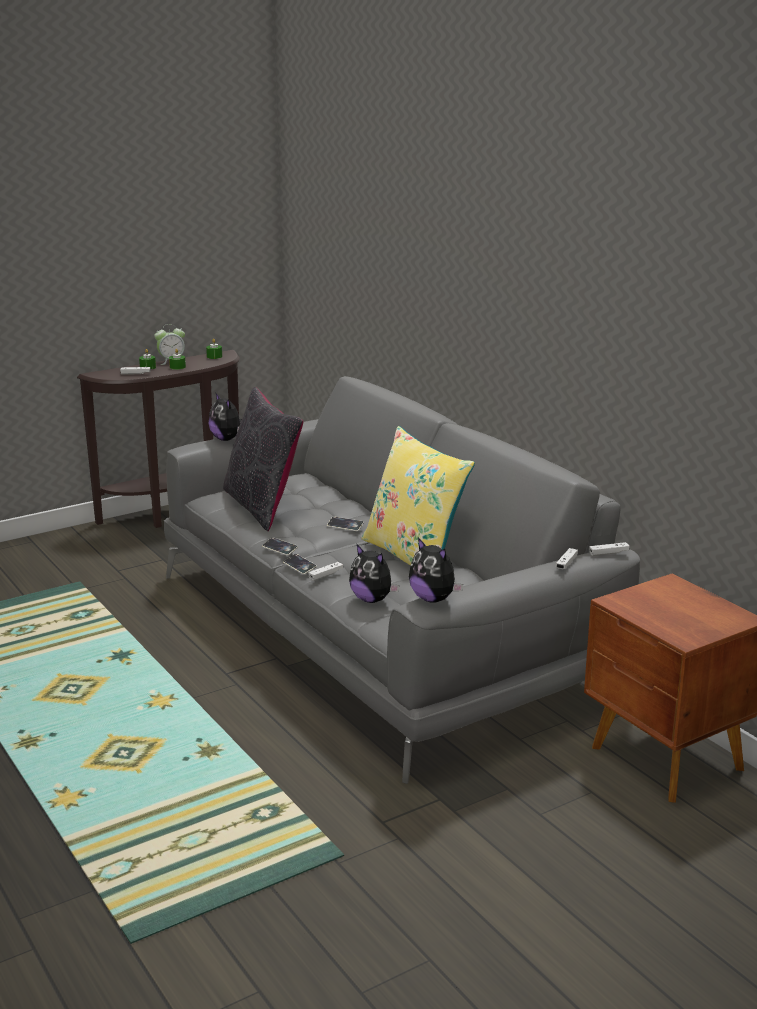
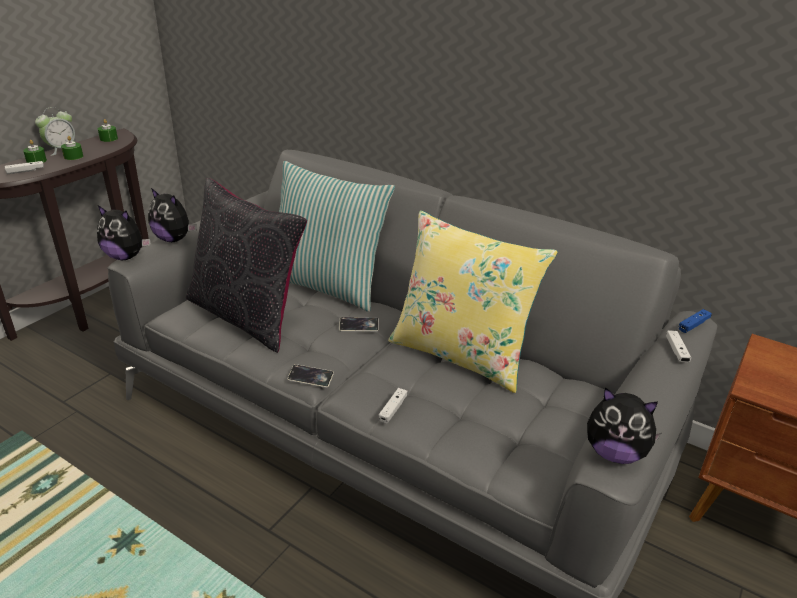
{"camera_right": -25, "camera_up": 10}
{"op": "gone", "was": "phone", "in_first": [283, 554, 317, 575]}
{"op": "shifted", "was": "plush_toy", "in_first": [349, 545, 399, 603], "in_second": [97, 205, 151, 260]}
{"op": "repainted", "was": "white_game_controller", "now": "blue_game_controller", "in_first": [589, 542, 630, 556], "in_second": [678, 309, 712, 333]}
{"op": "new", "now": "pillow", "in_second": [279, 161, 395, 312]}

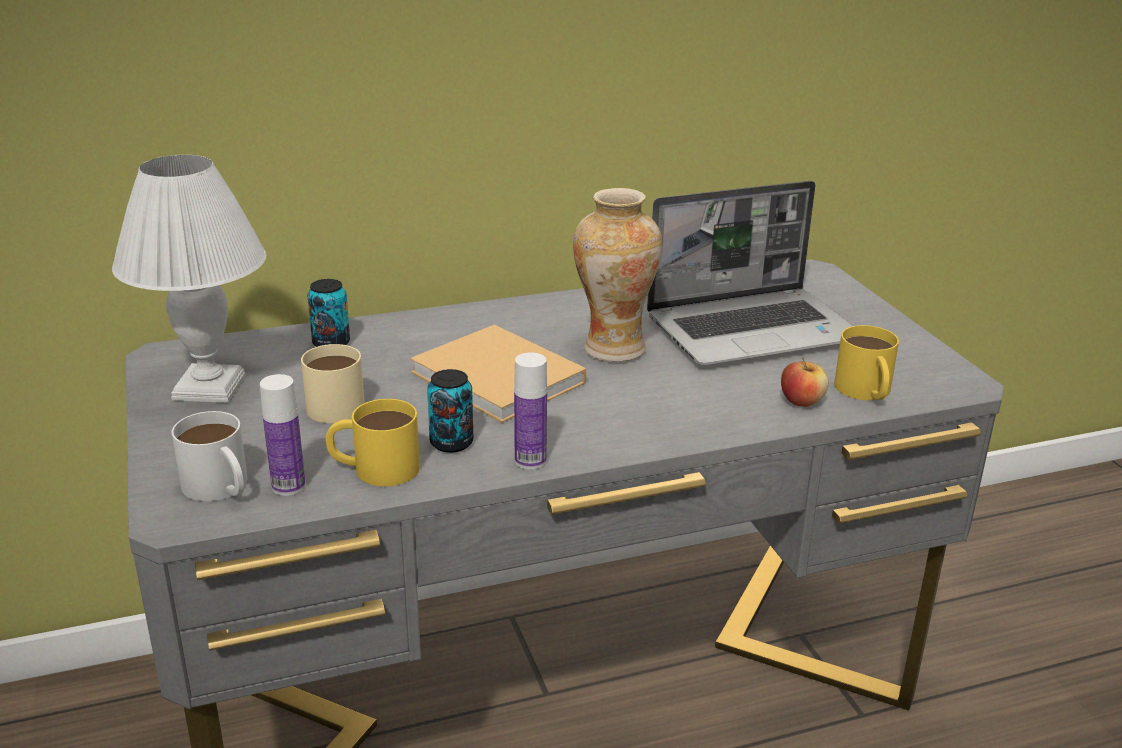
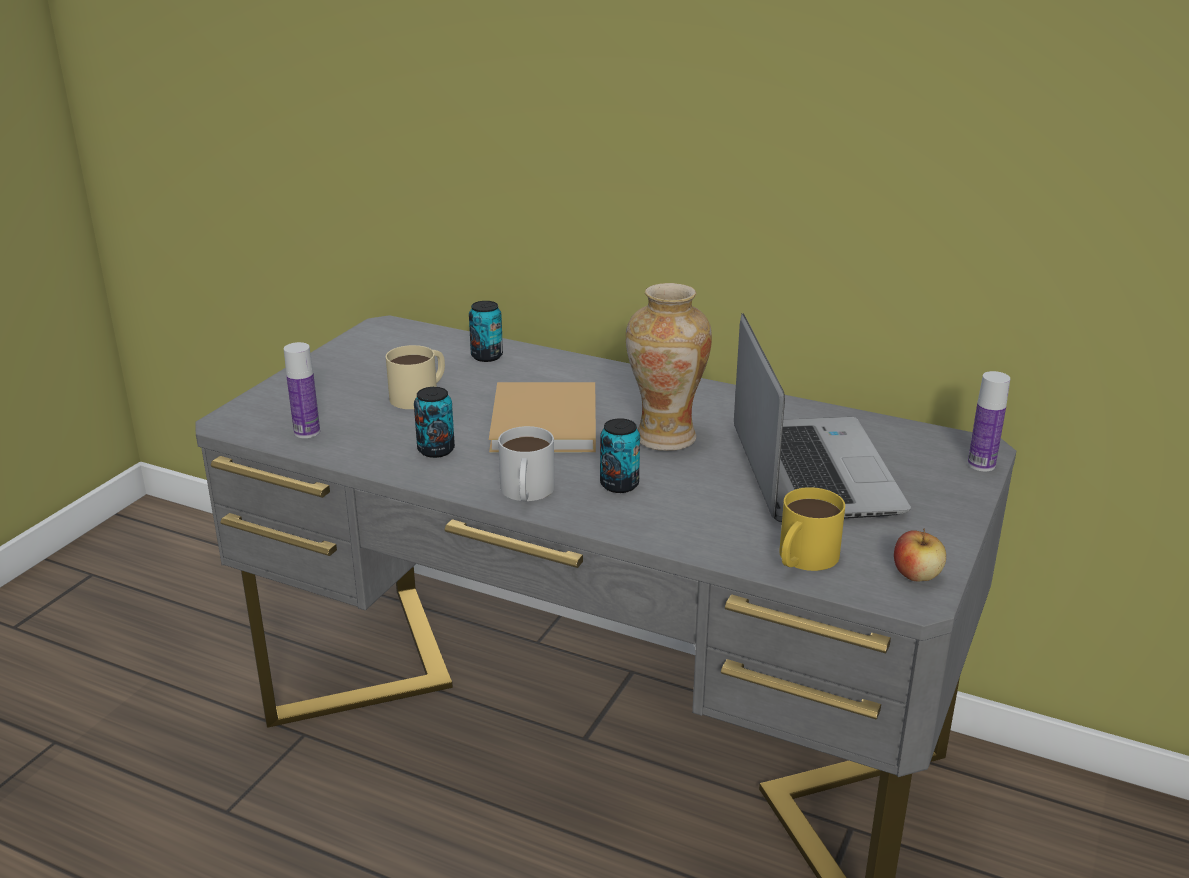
{"camera_right": 45, "camera_up": 0}
{"op": "gone", "was": "white_table_lamp", "in_first": [112, 155, 266, 403]}
{"op": "shifted", "was": "white_mug", "in_first": [172, 411, 248, 501], "in_second": [498, 426, 555, 501]}
{"op": "gone", "was": "yellow_mug", "in_first": [326, 399, 420, 486]}
{"op": "shifted", "was": "bottle", "in_first": [514, 353, 547, 470], "in_second": [968, 371, 1010, 472]}
{"op": "rotated", "was": "laptop", "in_first": [647, 181, 853, 365], "in_second": [734, 313, 911, 522], "clockwise": -120}
{"op": "shifted", "was": "apple", "in_first": [781, 357, 829, 407], "in_second": [894, 529, 946, 581]}
{"op": "new", "now": "can", "in_second": [600, 418, 640, 493]}

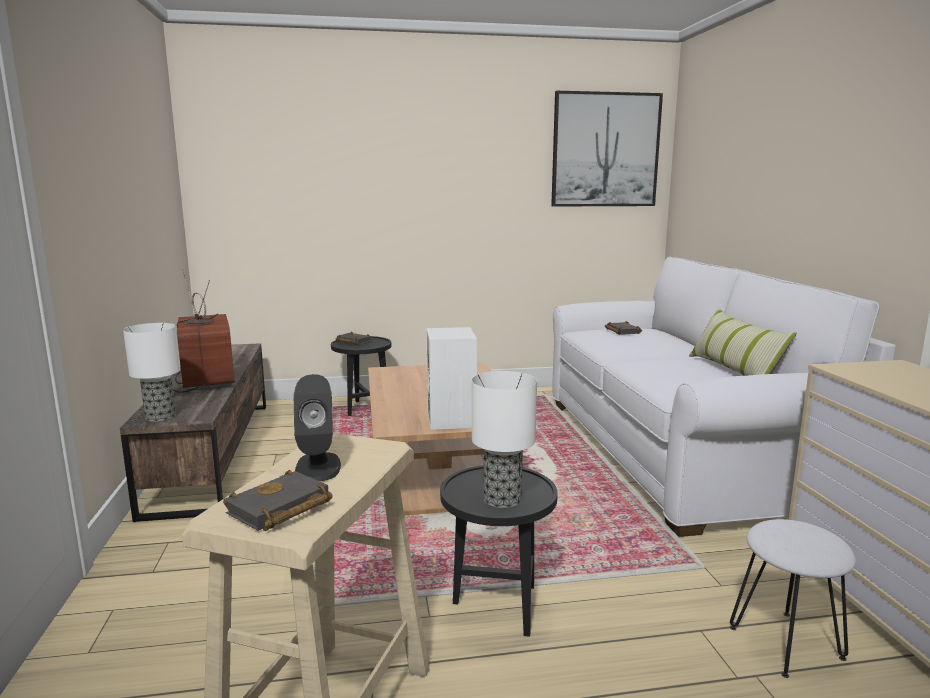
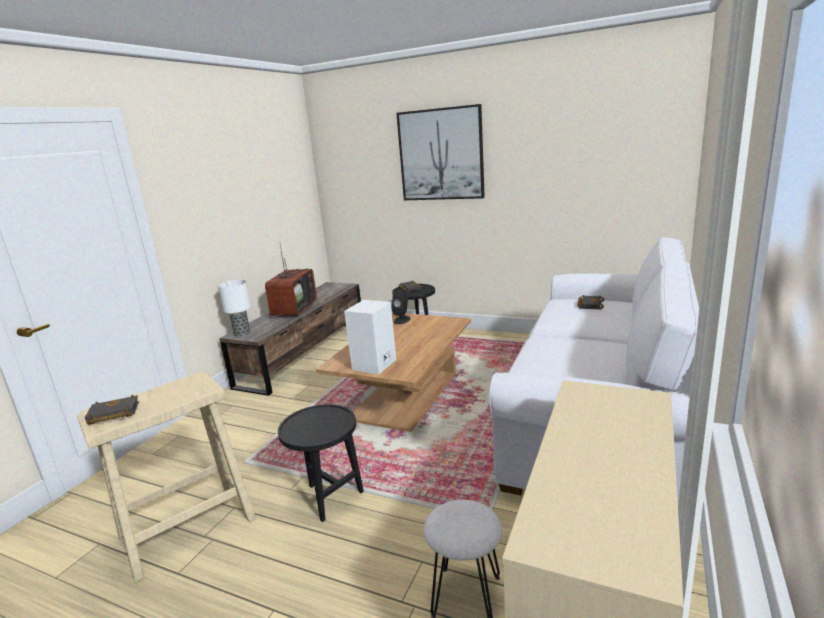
{"camera_right": 35, "camera_up": 5}
{"op": "shifted", "was": "black_speaker", "in_first": [293, 374, 341, 481], "in_second": [392, 290, 411, 324]}
{"op": "gone", "was": "table_lamp", "in_first": [472, 371, 537, 509]}
{"op": "shifted", "was": "picture", "in_first": [551, 91, 663, 207], "in_second": [396, 104, 485, 200]}
{"op": "gone", "was": "pillow", "in_first": [689, 308, 797, 376]}

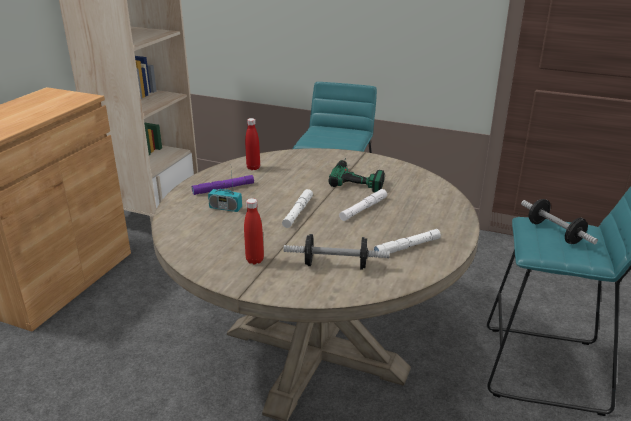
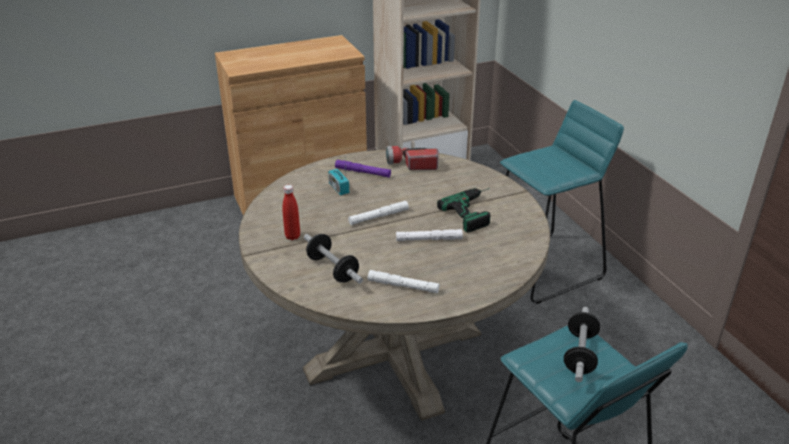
{"camera_right": 45, "camera_up": 5}
{"op": "swapped", "was": "red_bottle", "now": "flashlight", "in_first": [245, 118, 260, 170], "in_second": [386, 146, 438, 170]}

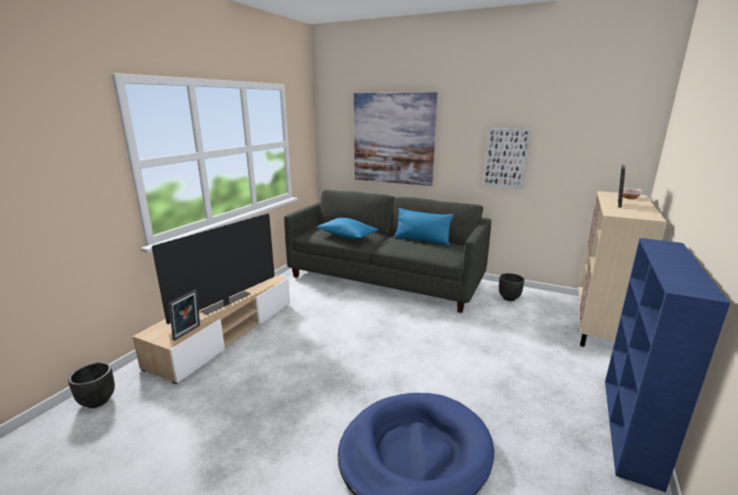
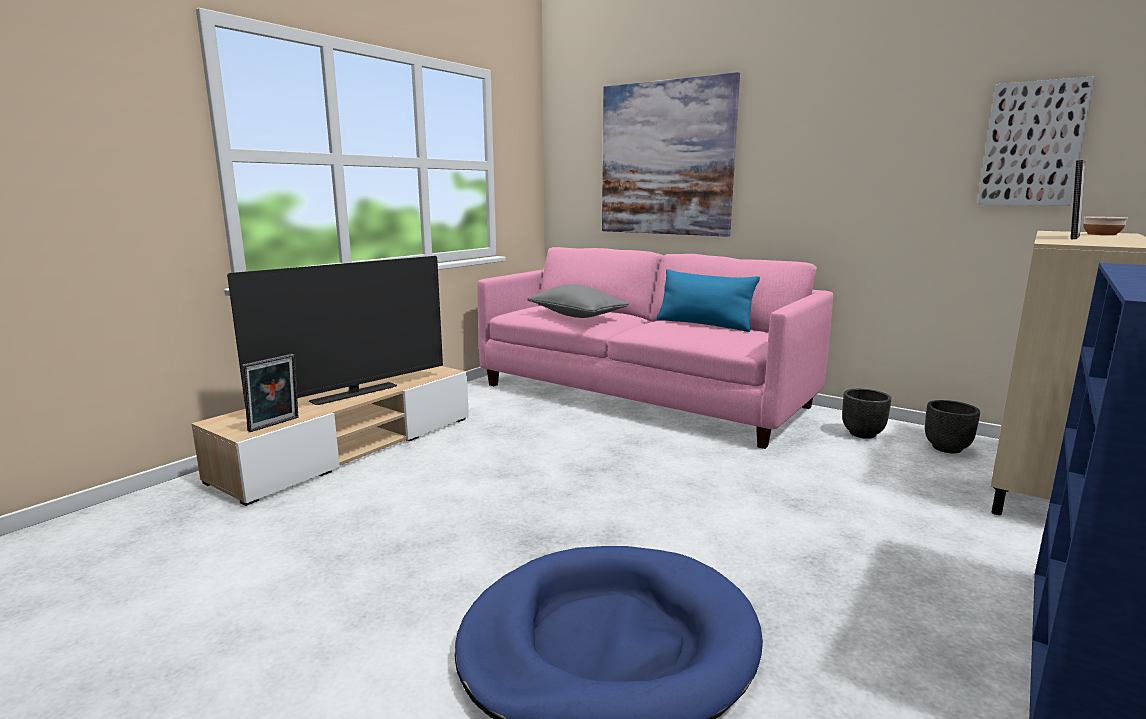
{"camera_right": 10, "camera_up": -5}
{"op": "shifted", "was": "black_planter", "in_first": [68, 362, 115, 408], "in_second": [925, 400, 980, 453]}
{"op": "repainted", "was": "grey_sofa", "now": "pink_sofa", "in_first": [284, 190, 491, 313], "in_second": [477, 247, 833, 449]}
{"op": "repainted", "was": "blue_pillow", "now": "grey_pillow", "in_first": [316, 218, 378, 239], "in_second": [527, 284, 629, 318]}
{"op": "shifted", "was": "picture", "in_first": [484, 128, 530, 189], "in_second": [977, 76, 1096, 206]}

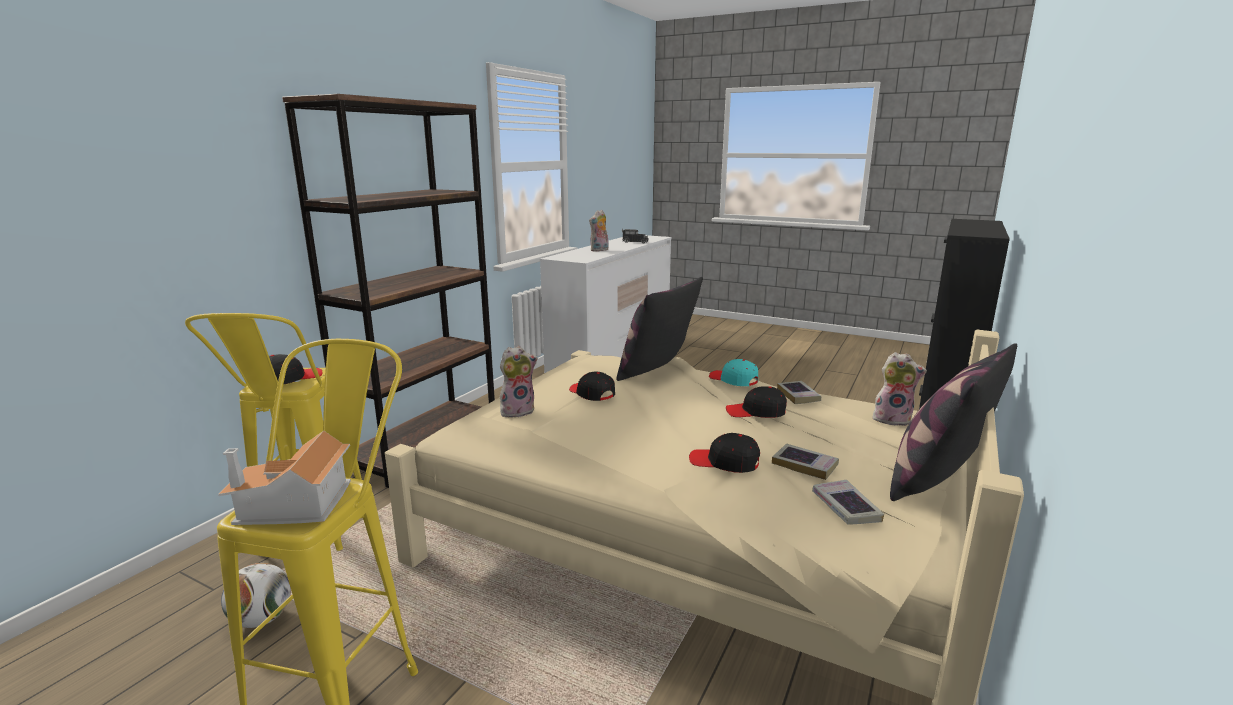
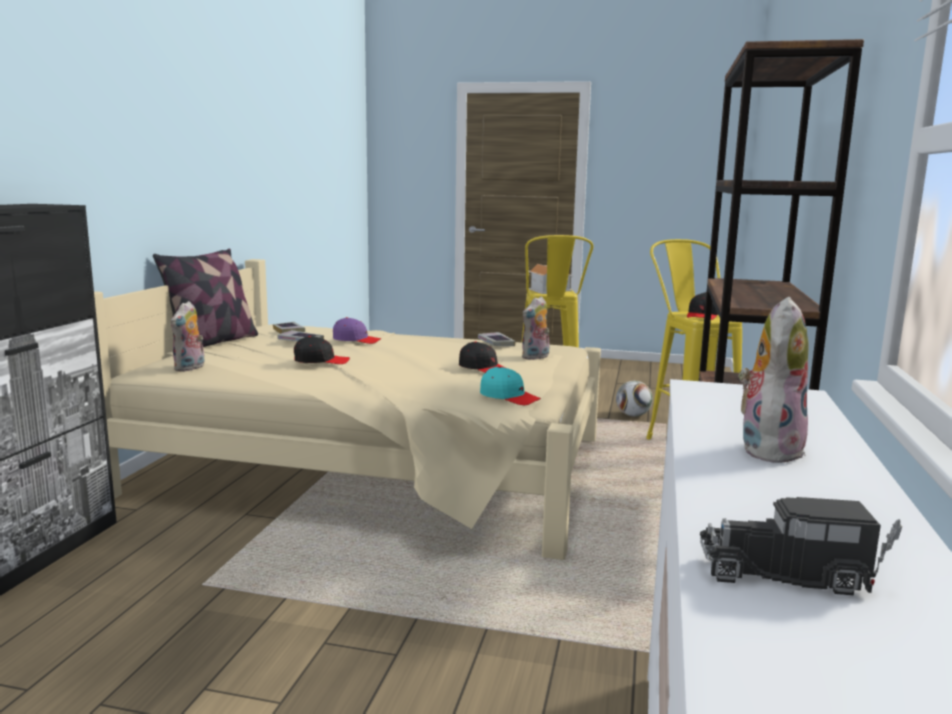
{"camera_right": 165, "camera_up": -5}
{"op": "gone", "was": "pillow", "in_first": [616, 277, 703, 381]}
{"op": "repainted", "was": "black_cap", "now": "purple_cap", "in_first": [689, 433, 760, 473], "in_second": [333, 317, 381, 344]}
{"op": "shifted", "was": "turquoise_cap", "in_first": [709, 359, 758, 386], "in_second": [480, 366, 541, 405]}
{"op": "shifted", "was": "book", "in_first": [777, 381, 821, 404], "in_second": [478, 332, 516, 346]}
{"op": "rotated", "was": "plush_toy", "in_first": [873, 352, 927, 426], "in_second": [171, 301, 204, 372], "clockwise": -75}

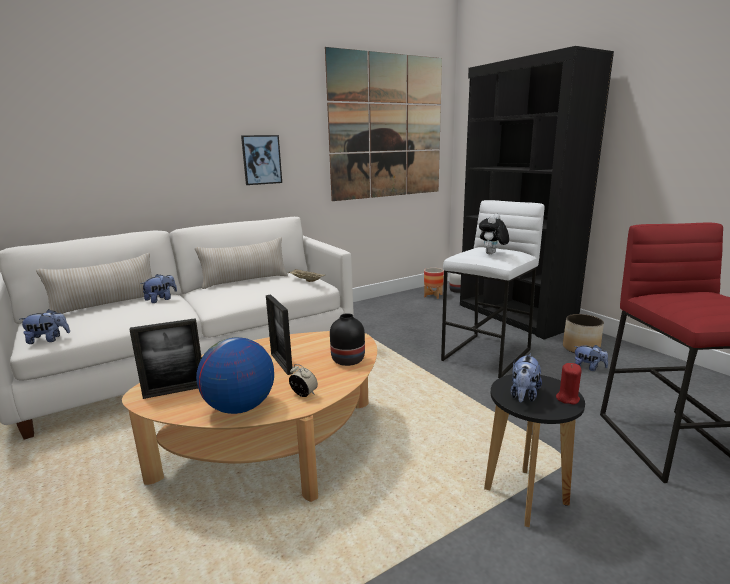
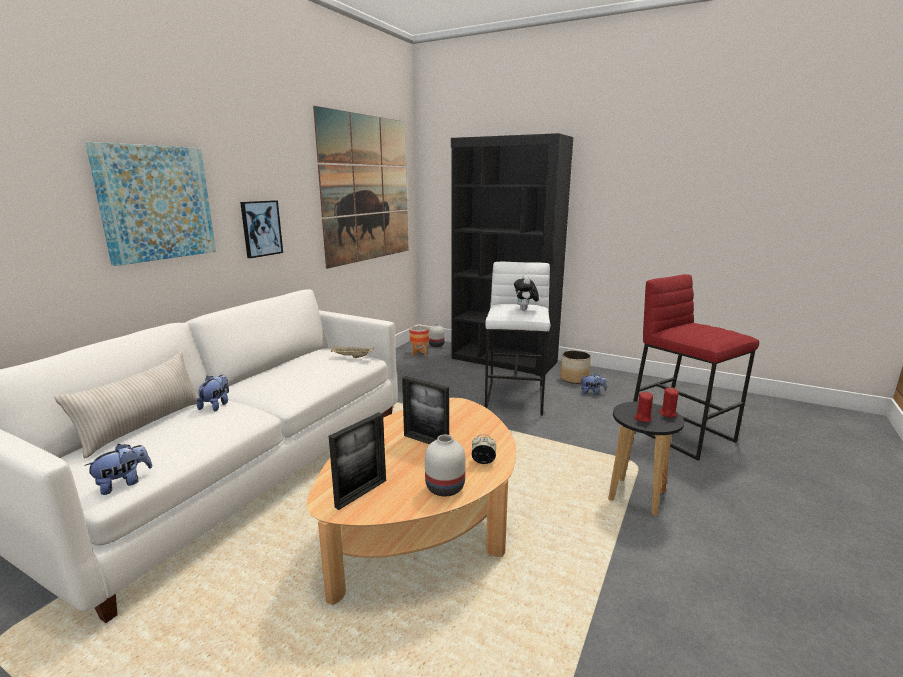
{"camera_right": -30, "camera_up": 0}
{"op": "gone", "was": "beige_pillow", "in_first": [195, 237, 288, 289]}
{"op": "swapped", "was": "globe", "now": "white_vase", "in_first": [196, 337, 274, 414], "in_second": [425, 435, 466, 496]}
{"op": "gone", "was": "black_vase", "in_first": [330, 313, 365, 366]}
{"op": "swapped", "was": "plush_toy", "now": "red_candle", "in_first": [511, 353, 542, 402], "in_second": [634, 392, 653, 422]}
{"op": "new", "now": "picture", "in_second": [85, 142, 216, 266]}

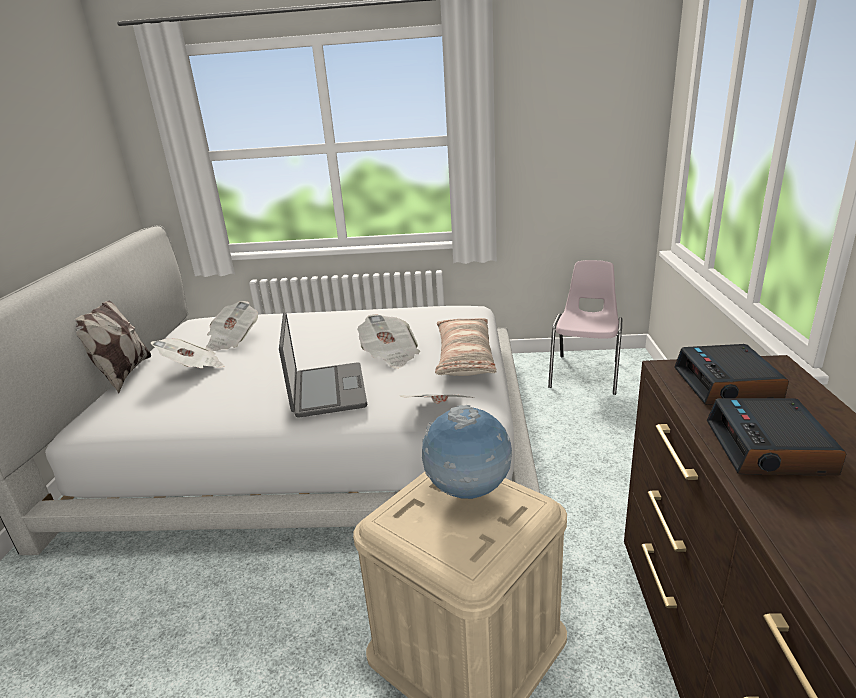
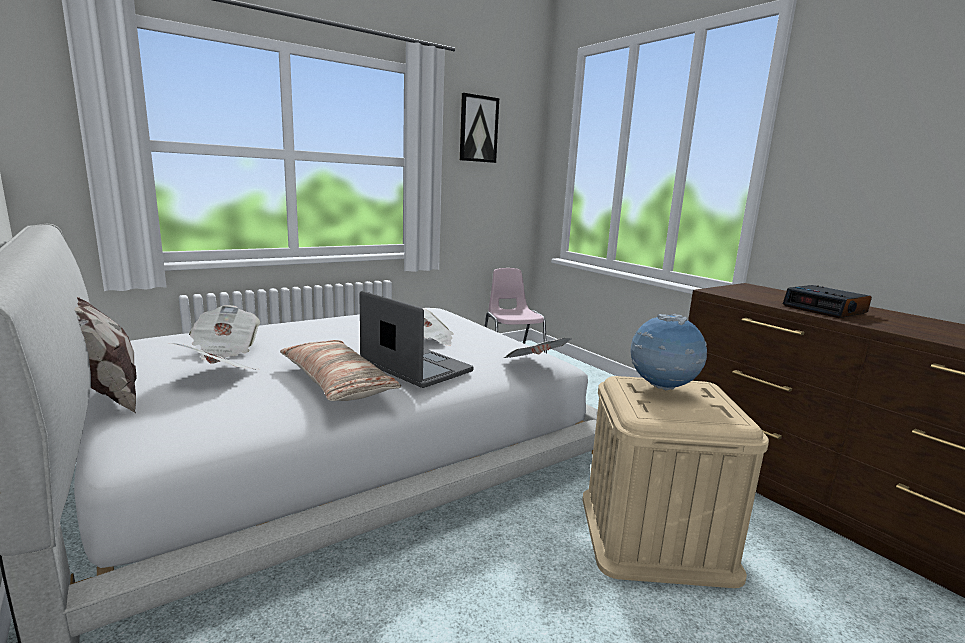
{"camera_right": -40, "camera_up": -10}
{"op": "shifted", "was": "pillow", "in_first": [435, 318, 497, 376], "in_second": [280, 340, 401, 401]}
{"op": "gone", "was": "alarm_clock", "in_first": [674, 344, 789, 405]}
{"op": "new", "now": "picture", "in_second": [460, 93, 499, 163]}

